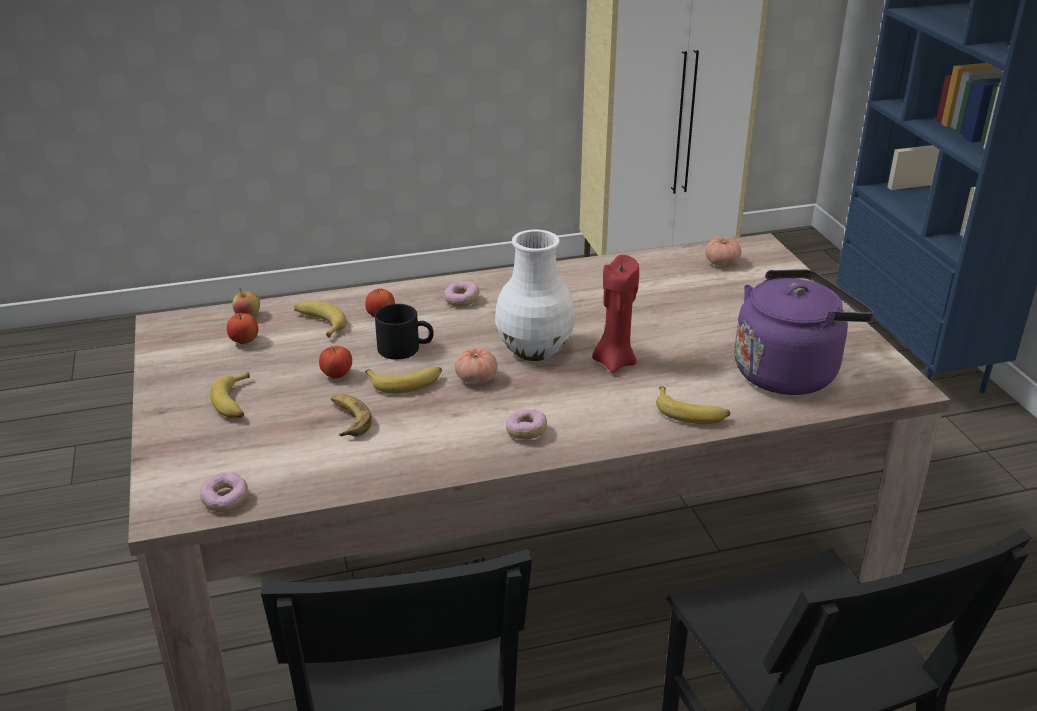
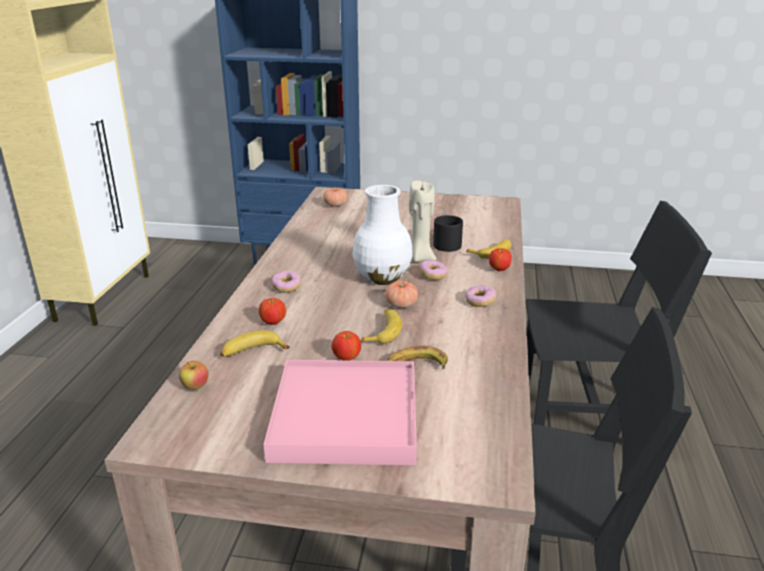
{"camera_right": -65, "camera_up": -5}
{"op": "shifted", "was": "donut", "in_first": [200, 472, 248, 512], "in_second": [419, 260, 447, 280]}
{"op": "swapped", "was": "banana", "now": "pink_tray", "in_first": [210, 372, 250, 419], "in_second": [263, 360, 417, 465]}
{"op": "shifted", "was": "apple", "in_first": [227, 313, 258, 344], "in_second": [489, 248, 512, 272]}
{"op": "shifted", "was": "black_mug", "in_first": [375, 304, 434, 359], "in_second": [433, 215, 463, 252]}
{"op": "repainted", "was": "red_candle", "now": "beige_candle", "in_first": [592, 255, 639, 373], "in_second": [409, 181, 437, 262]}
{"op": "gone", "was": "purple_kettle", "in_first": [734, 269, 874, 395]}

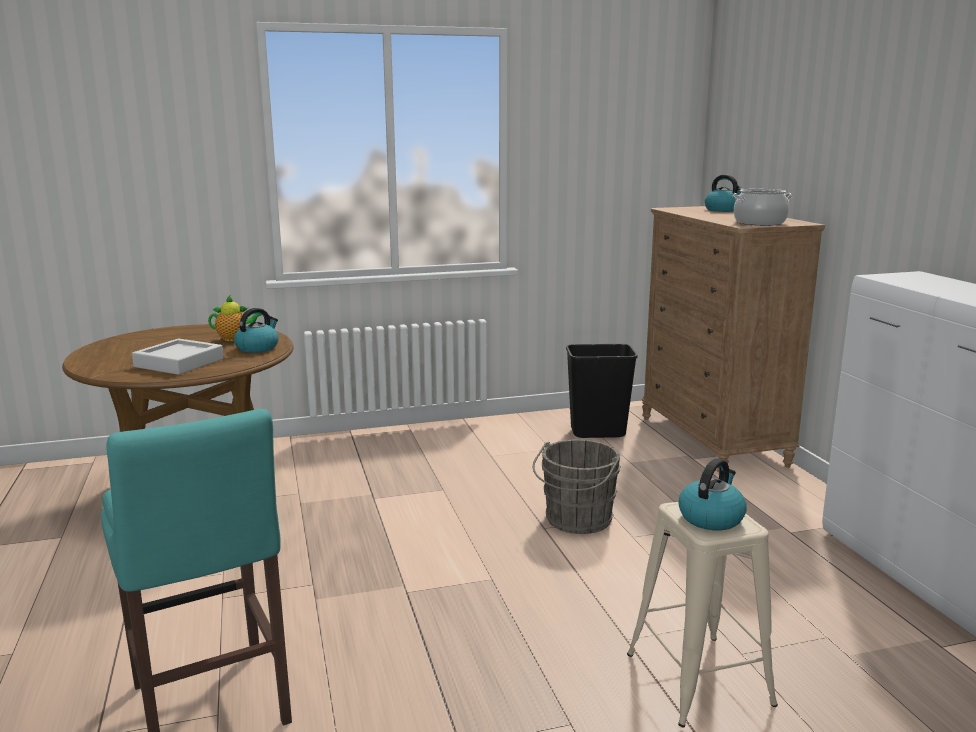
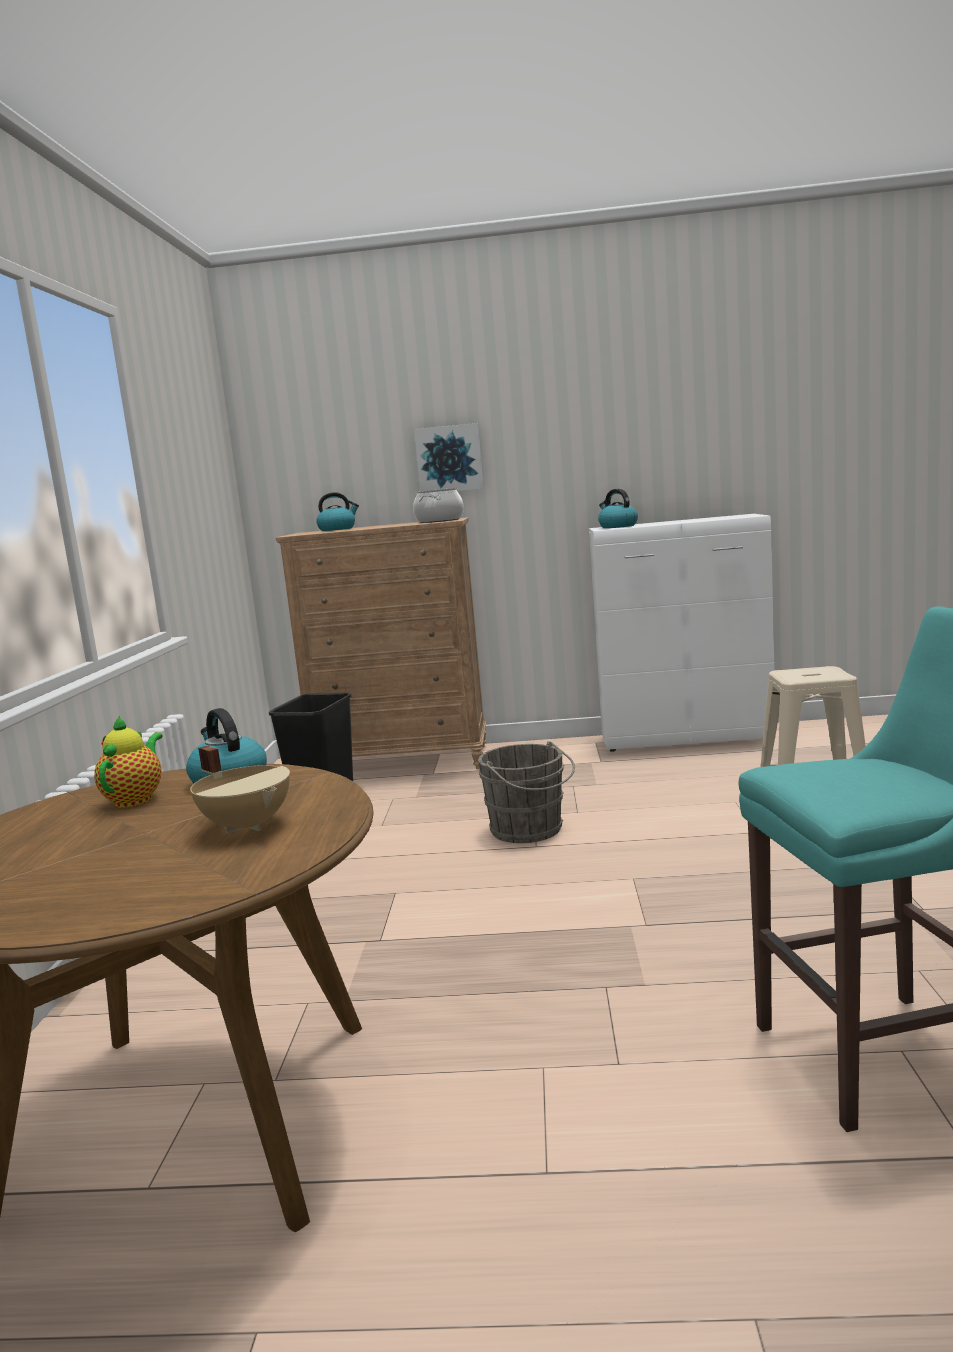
{"camera_right": -70, "camera_up": -5}
{"op": "swapped", "was": "grey_tray", "now": "beige_cooking_pot", "in_first": [132, 338, 223, 375], "in_second": [190, 746, 290, 834]}
{"op": "shifted", "was": "kettle", "in_first": [678, 458, 747, 530], "in_second": [598, 489, 638, 528]}
{"op": "new", "now": "picture", "in_second": [414, 423, 484, 491]}

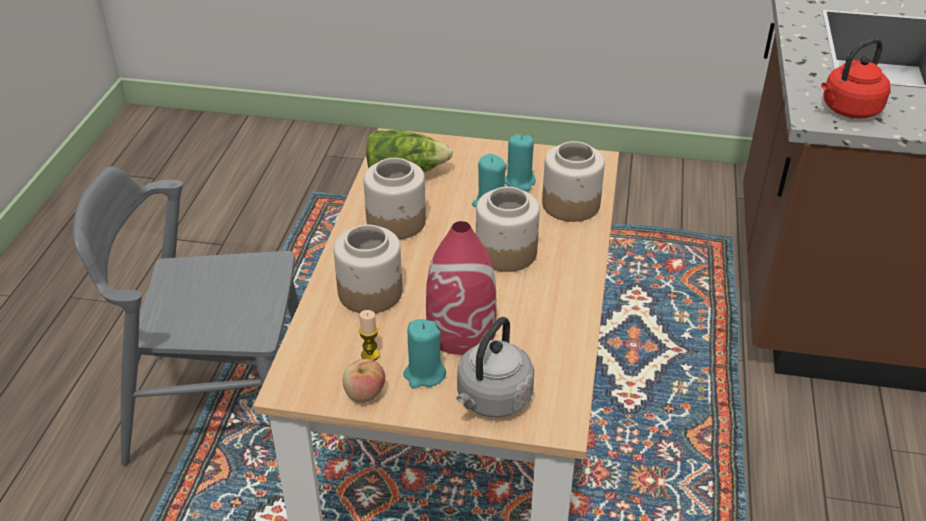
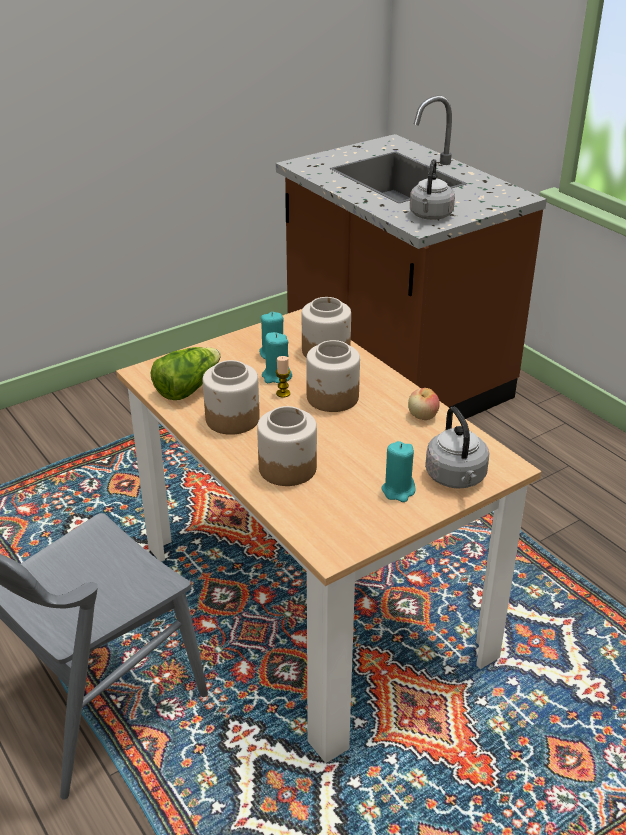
{"camera_right": -45, "camera_up": -5}
{"op": "shifted", "was": "apple", "in_first": [343, 359, 385, 403], "in_second": [408, 388, 440, 420]}
{"op": "shifted", "was": "candle", "in_first": [359, 310, 380, 361], "in_second": [276, 356, 290, 398]}
{"op": "gone", "was": "red_vase", "in_first": [426, 221, 497, 355]}
{"op": "repainted", "was": "red_kettle", "now": "grey_kettle", "in_first": [821, 38, 891, 119], "in_second": [410, 159, 455, 220]}

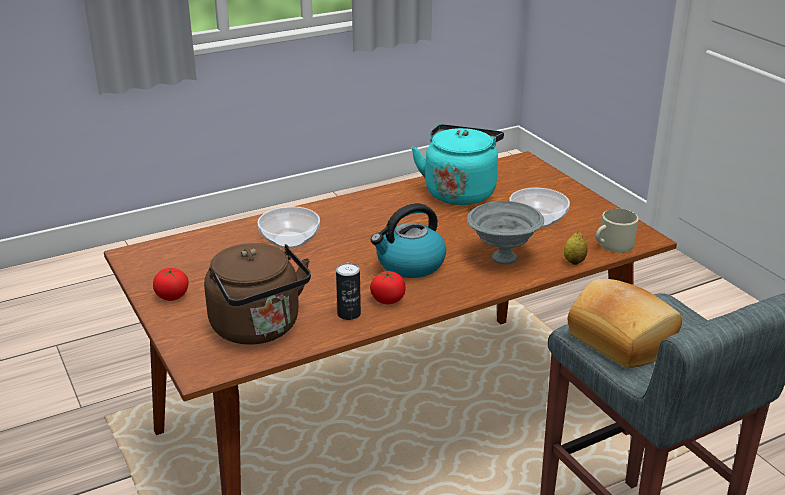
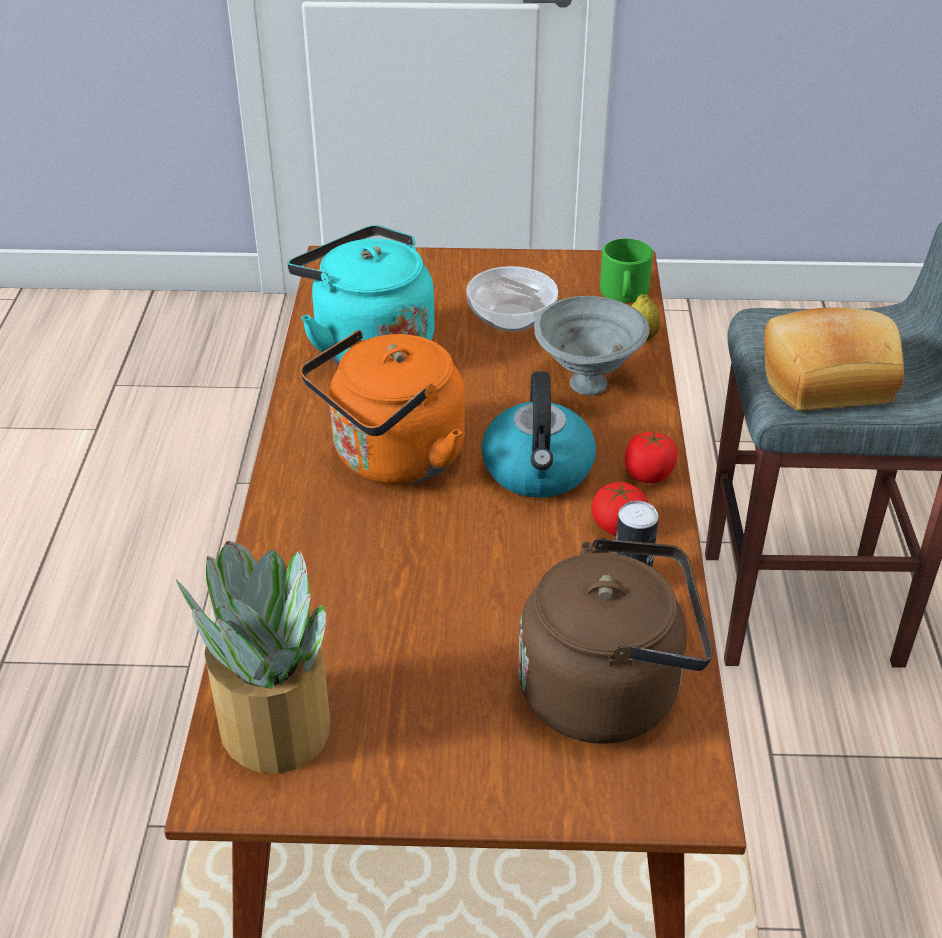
{"camera_right": -60, "camera_up": 10}
{"op": "shifted", "was": "tomato", "in_first": [153, 268, 189, 301], "in_second": [625, 431, 678, 483]}
{"op": "gone", "was": "bowl", "in_first": [257, 206, 320, 249]}
{"op": "repainted", "was": "beige_mug", "now": "green_mug", "in_first": [595, 209, 638, 253], "in_second": [600, 239, 653, 303]}
{"op": "new", "now": "potted_plant", "in_second": [176, 541, 330, 773]}
{"op": "new", "now": "orange_kettle", "in_second": [300, 330, 465, 485]}

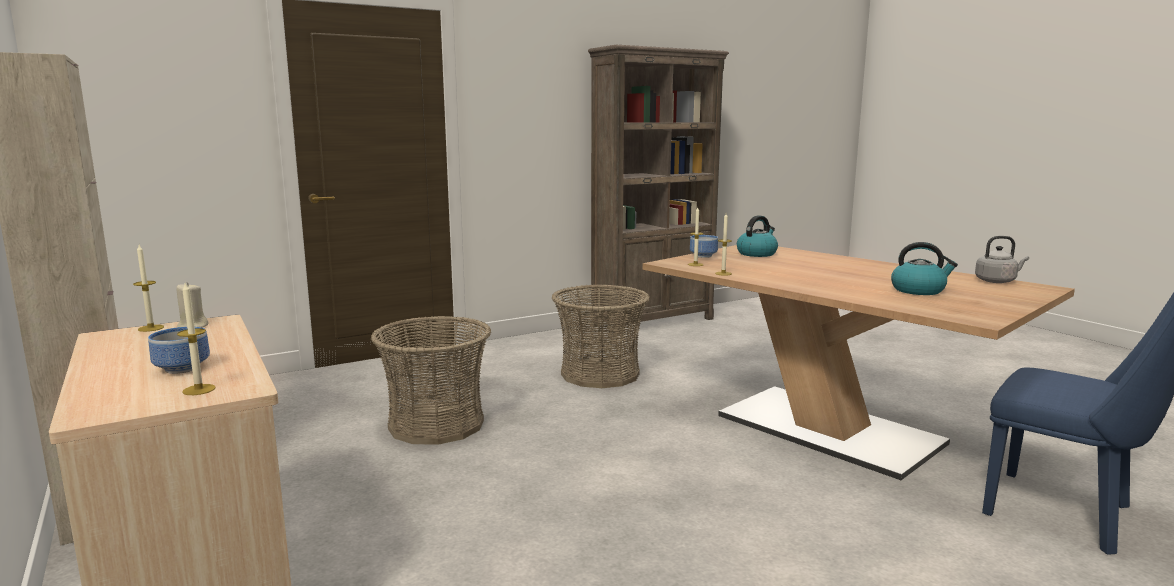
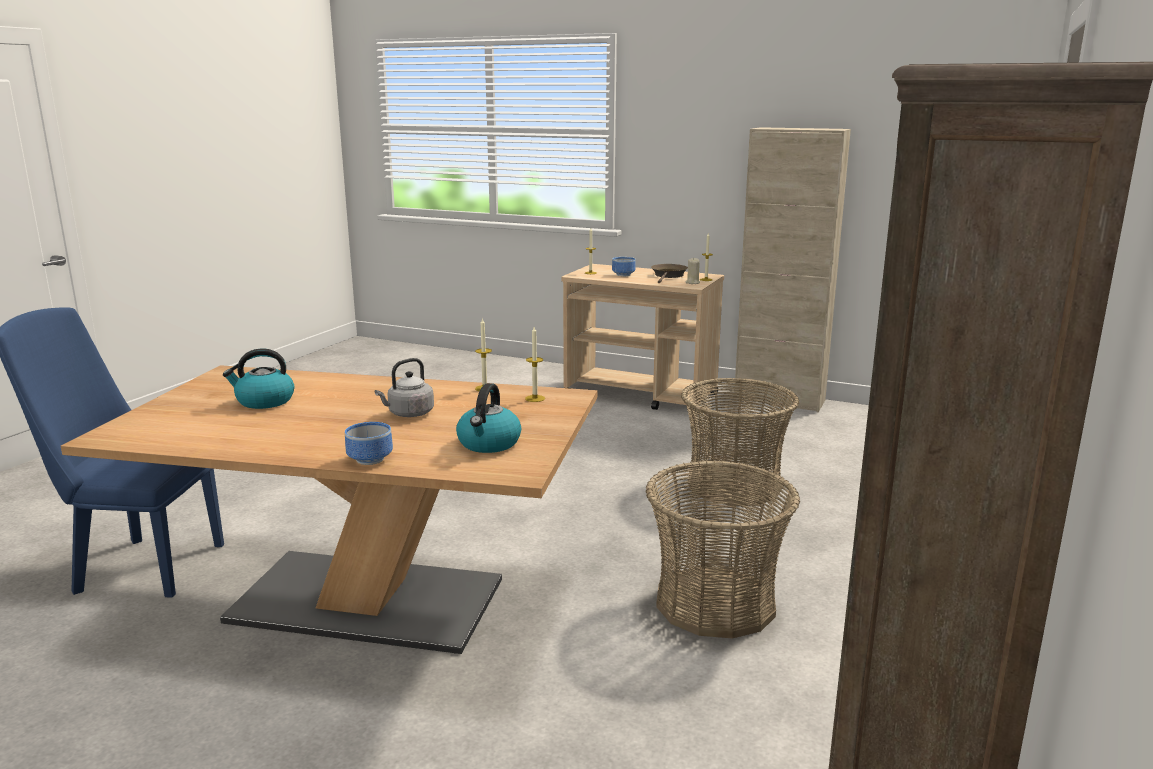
{"camera_right": 145, "camera_up": 5}
{"op": "shifted", "was": "bowl", "in_first": [690, 235, 718, 258], "in_second": [345, 422, 393, 465]}
{"op": "shifted", "was": "grey_kettle", "in_first": [975, 236, 1029, 283], "in_second": [375, 358, 434, 417]}
{"op": "new", "now": "brown_frying_pan", "in_second": [651, 264, 688, 283]}

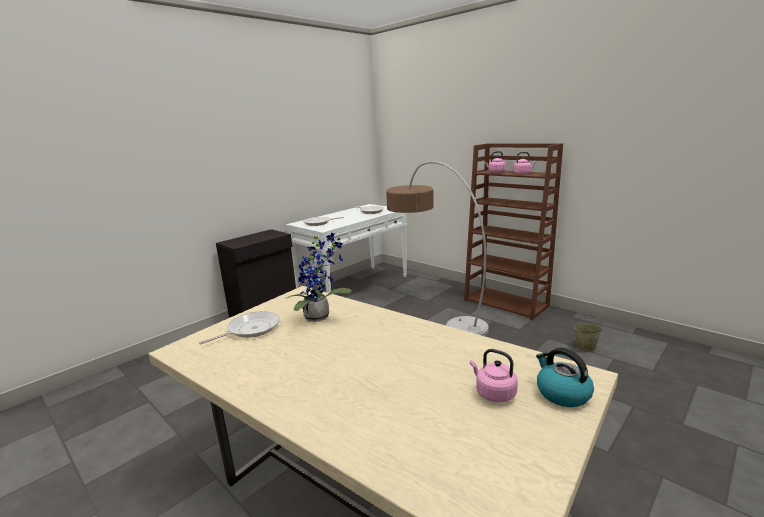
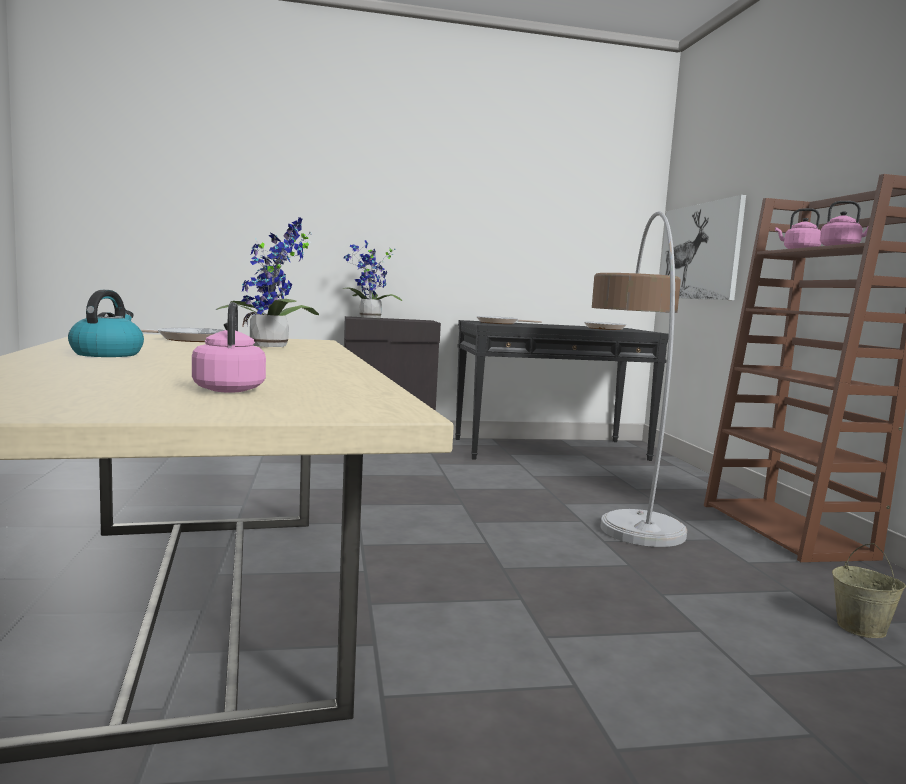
{"camera_right": 35, "camera_up": -10}
{"op": "repainted", "was": "white_console_table", "now": "black_console_table", "in_first": [286, 204, 407, 293], "in_second": [455, 320, 669, 461]}
{"op": "shifted", "was": "kettle", "in_first": [536, 348, 594, 407], "in_second": [68, 290, 144, 357]}
{"op": "new", "now": "potted_plant", "in_second": [343, 240, 403, 318]}
{"op": "new", "now": "picture", "in_second": [660, 195, 746, 300]}

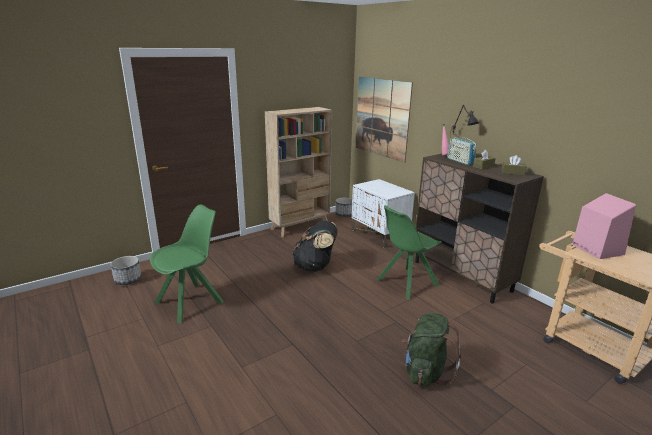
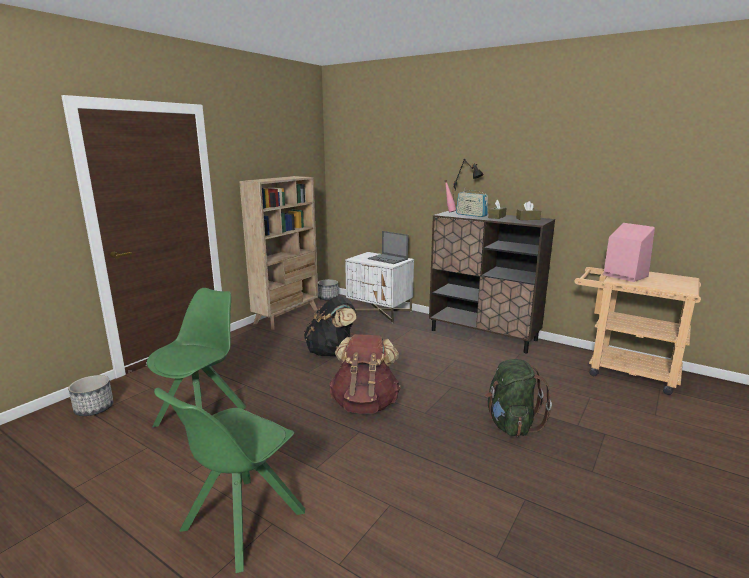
{"camera_right": -20, "camera_up": -5}
{"op": "gone", "was": "picture", "in_first": [356, 76, 413, 163]}
{"op": "shifted", "was": "green_chair", "in_first": [377, 205, 442, 300], "in_second": [154, 388, 305, 573]}
{"op": "new", "now": "brown_backpack", "in_second": [329, 334, 401, 414]}
{"op": "new", "now": "laptop", "in_second": [368, 231, 409, 264]}

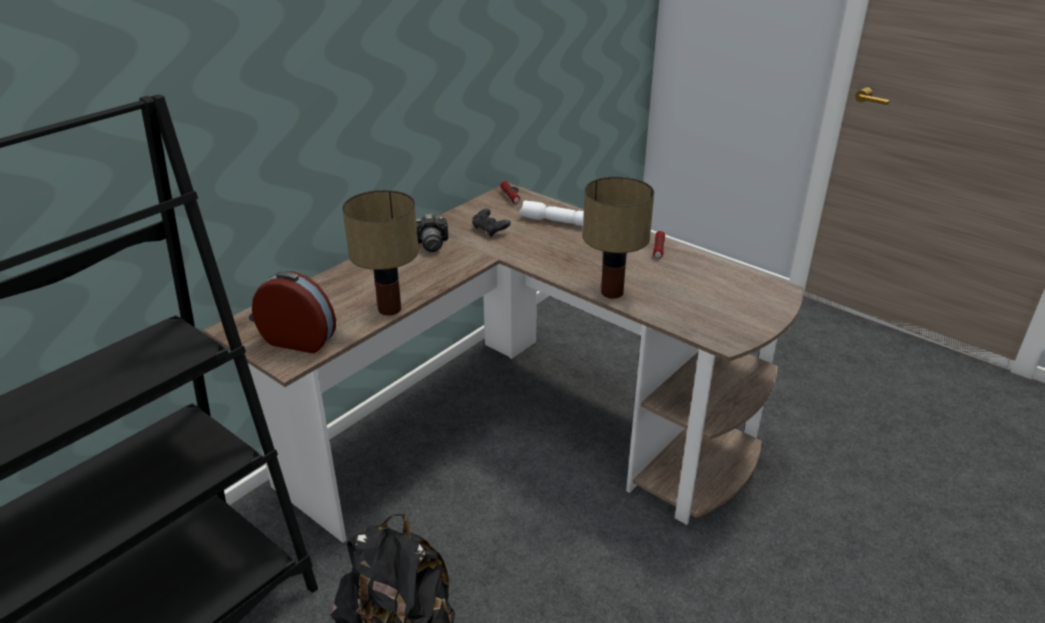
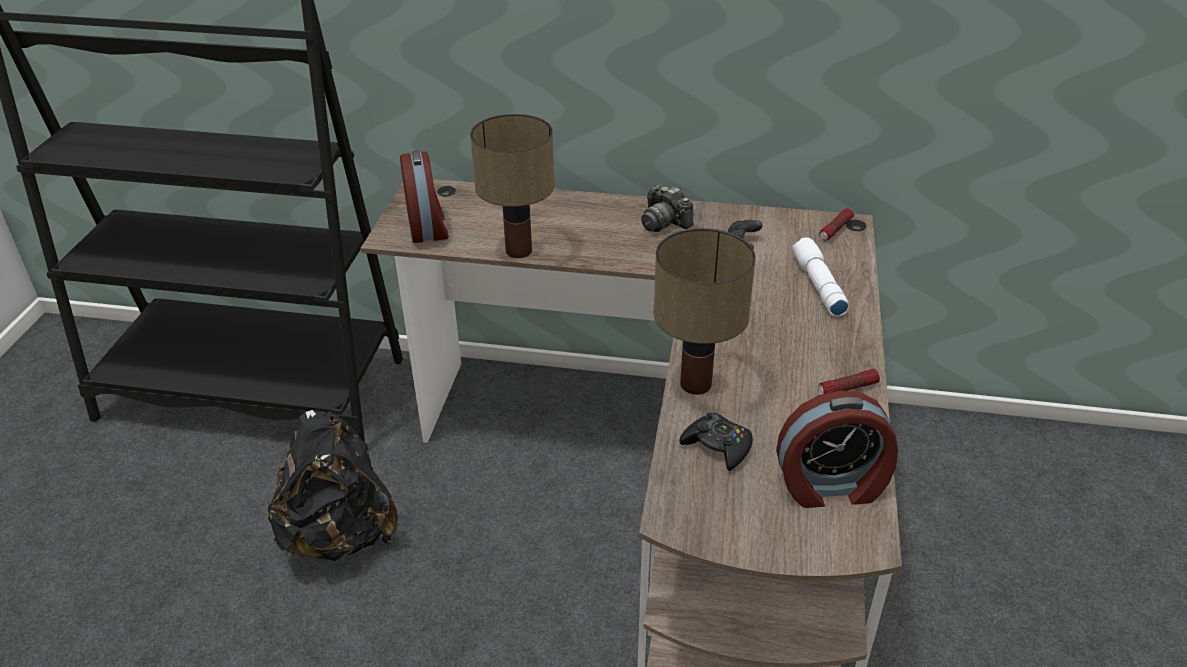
{"camera_right": 60, "camera_up": 5}
{"op": "new", "now": "black_game_controller", "in_second": [679, 412, 753, 471]}
{"op": "new", "now": "alarm_clock", "in_second": [776, 390, 898, 508]}

